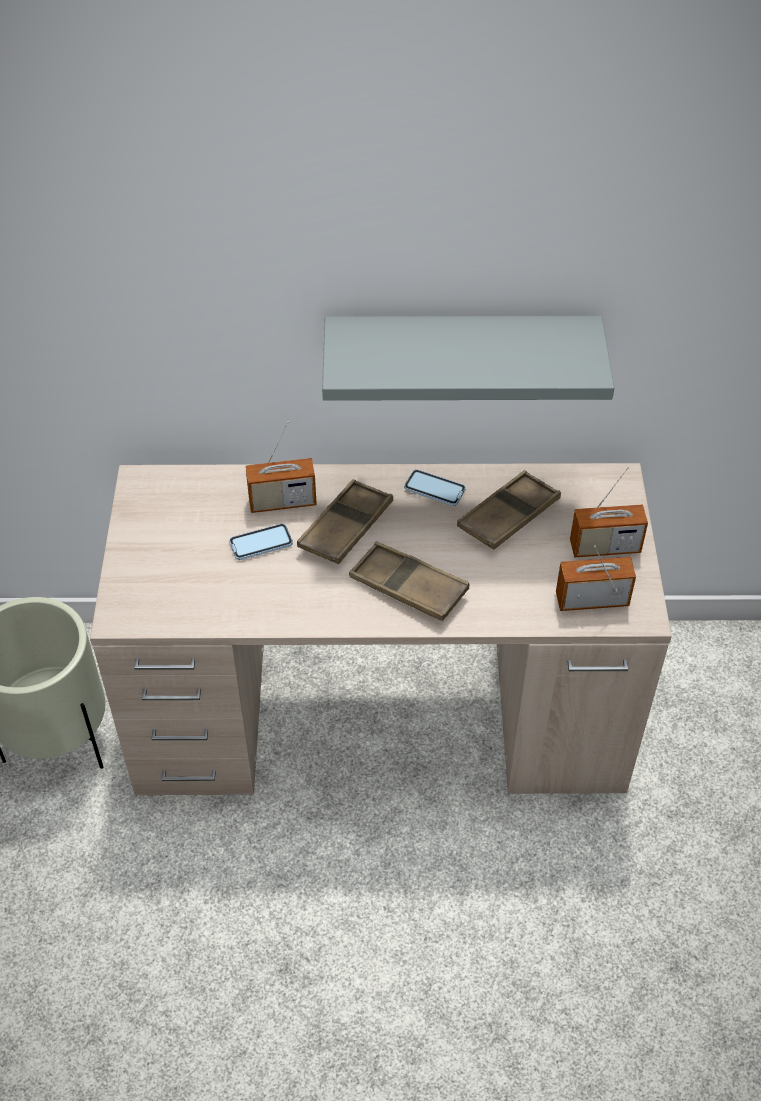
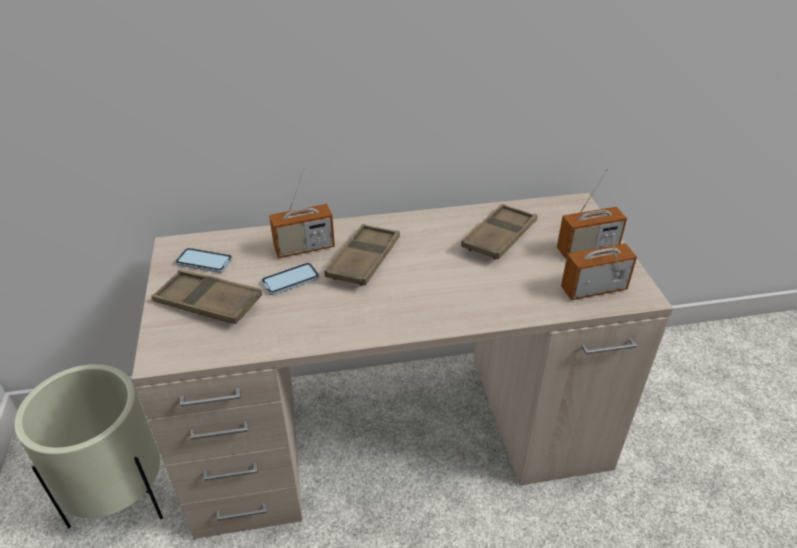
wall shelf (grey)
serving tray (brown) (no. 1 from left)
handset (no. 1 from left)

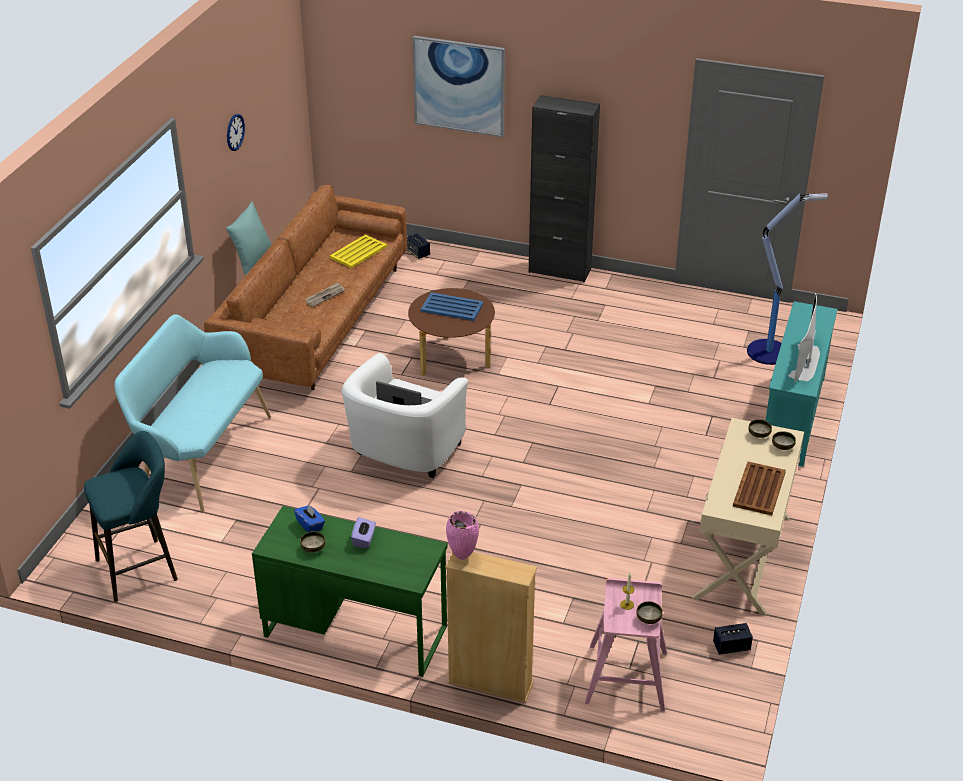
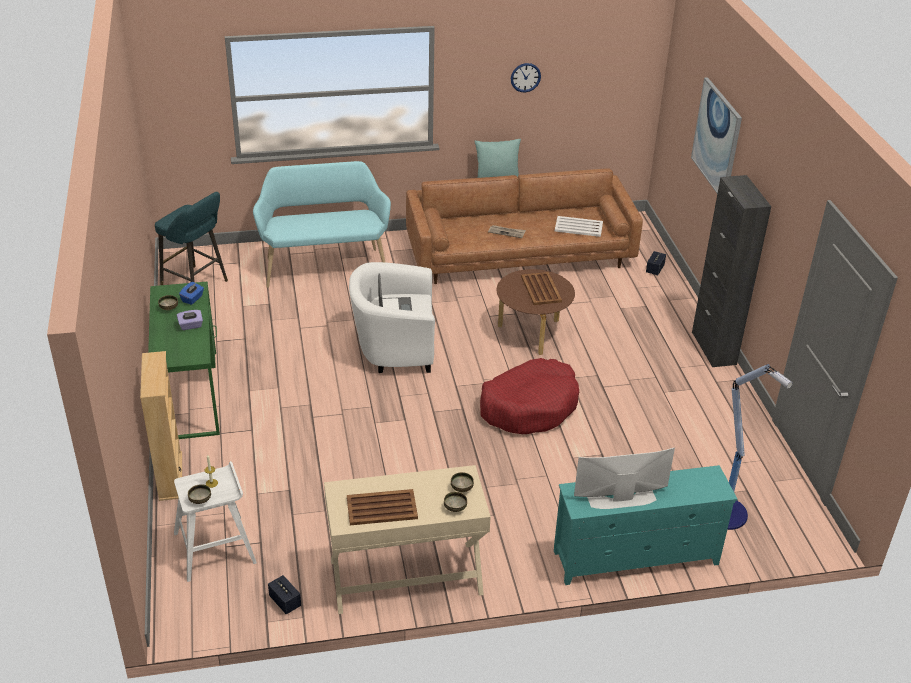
flower vase (pink-coloured)
pet bed (reddish)
serving tray (whitish)
serving tray (brown) (no. 2 from left)
stool (whitish)

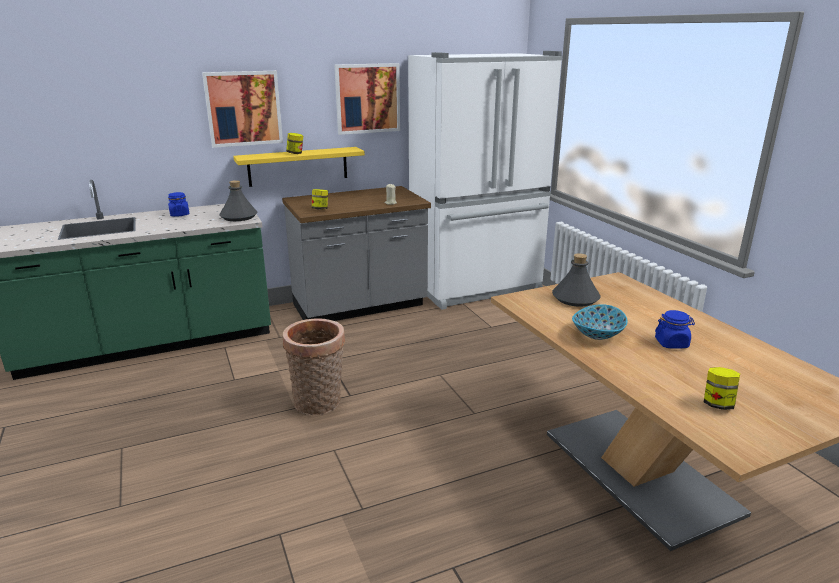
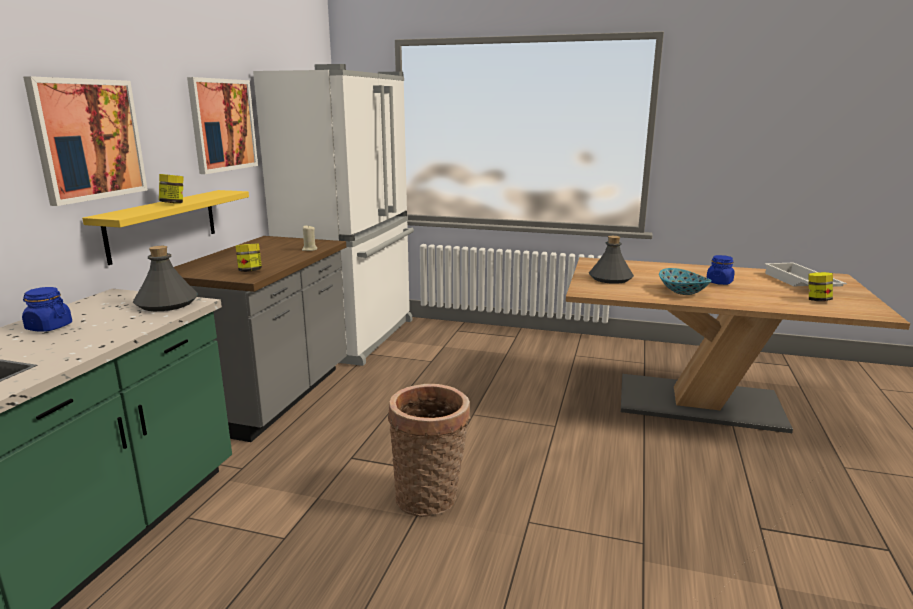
serving tray (whitish)

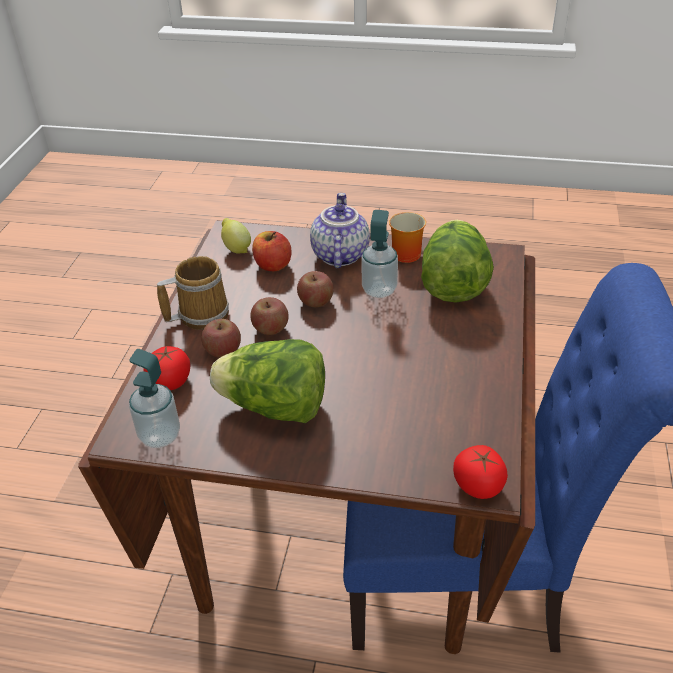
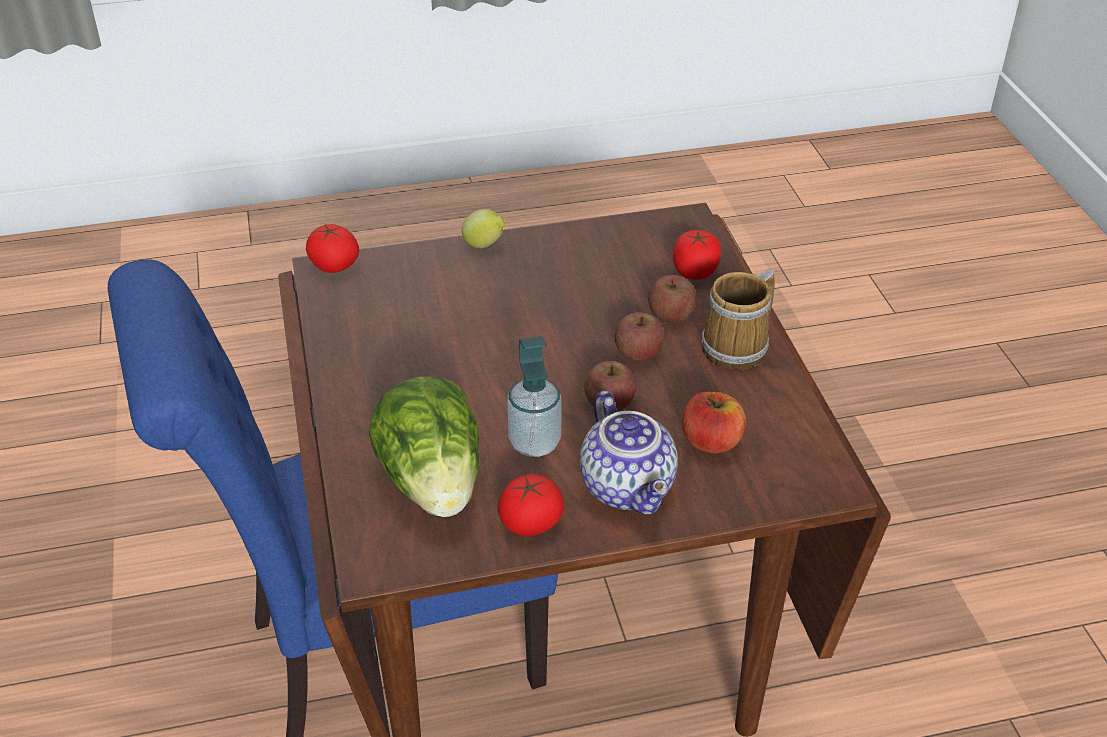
liquid soap bottle (no. 1 from left in the first image)
head of lettuce (no. 1 from left in the first image)
citrus fruit
tomato (no. 2 from left)

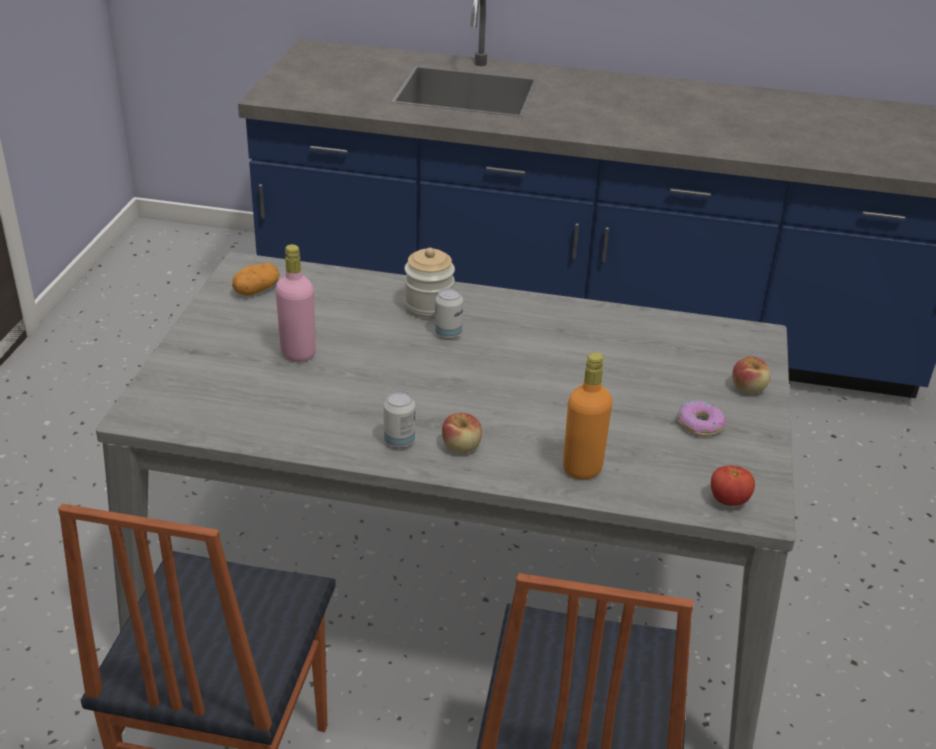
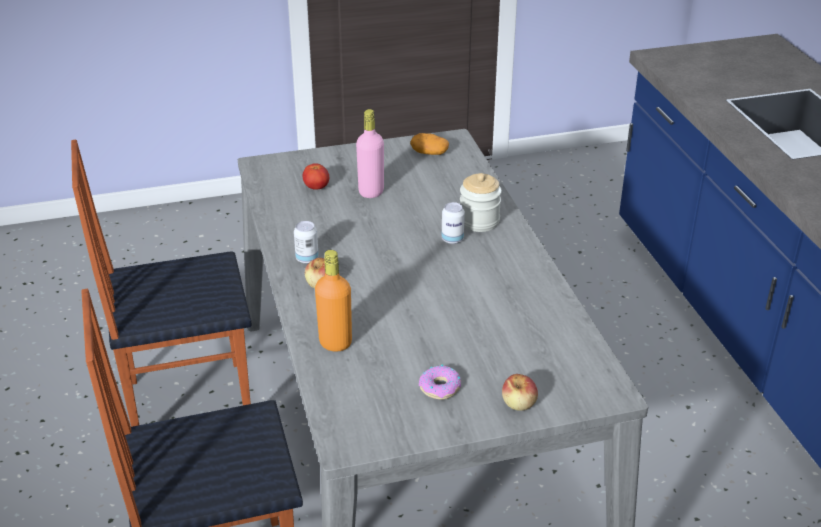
tomato

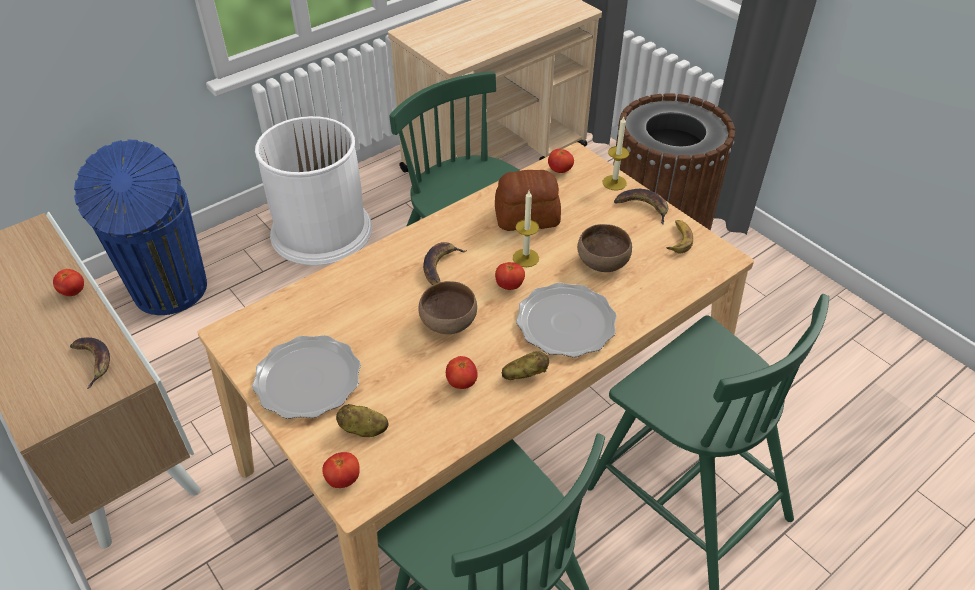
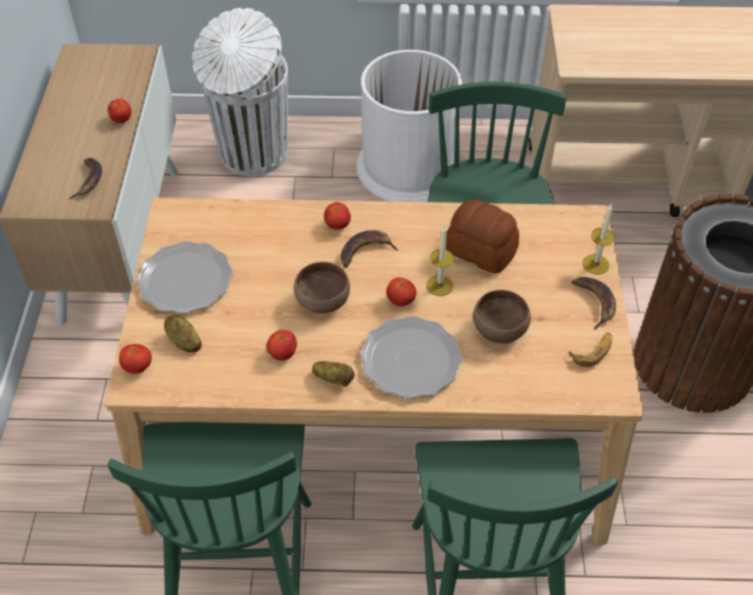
tomato (no. 4 from left)
rubbish bin (whitish) (no. 1 from left)

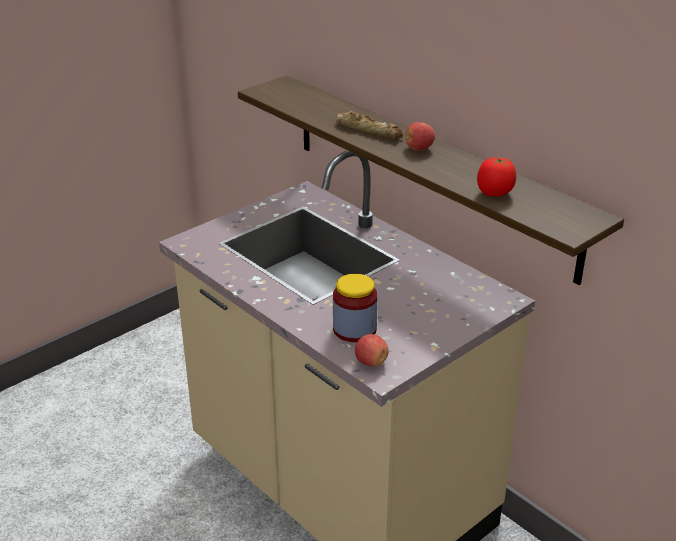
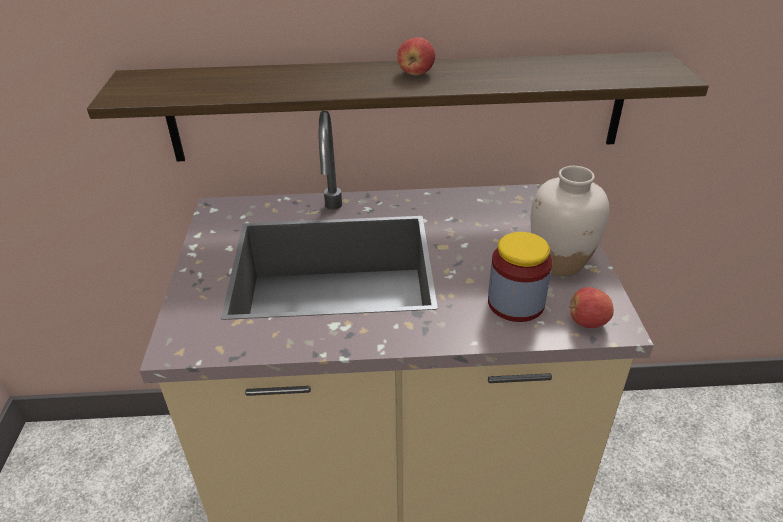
baked bread
tomato
flower vase (whitish)

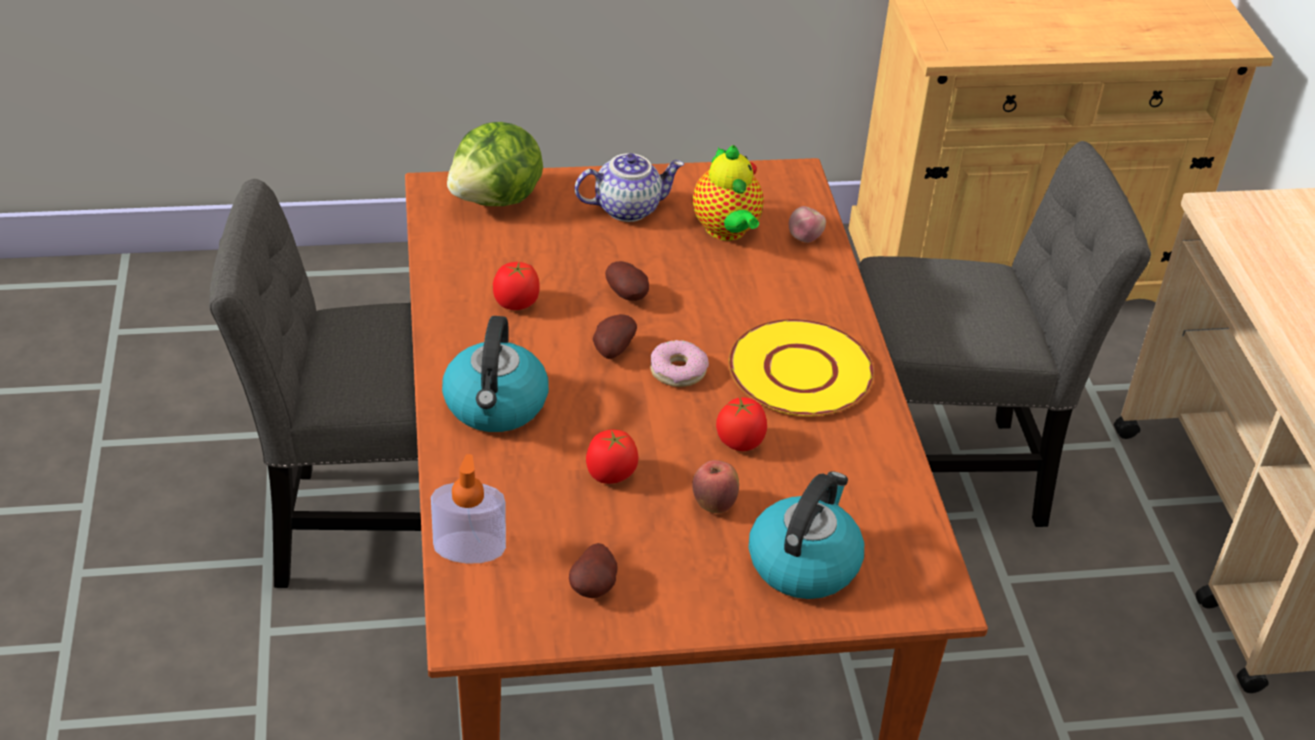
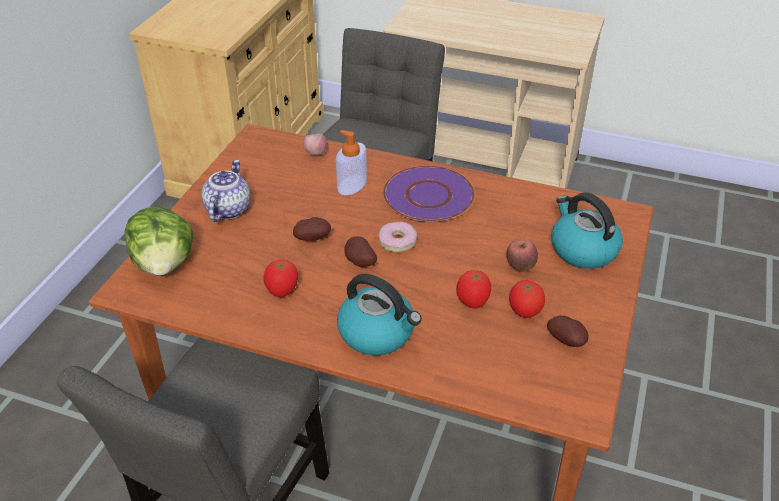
tea pot (no. 2 from left in the first image)
liquid soap bottle
tomato (no. 3 from left)
plate (purple)

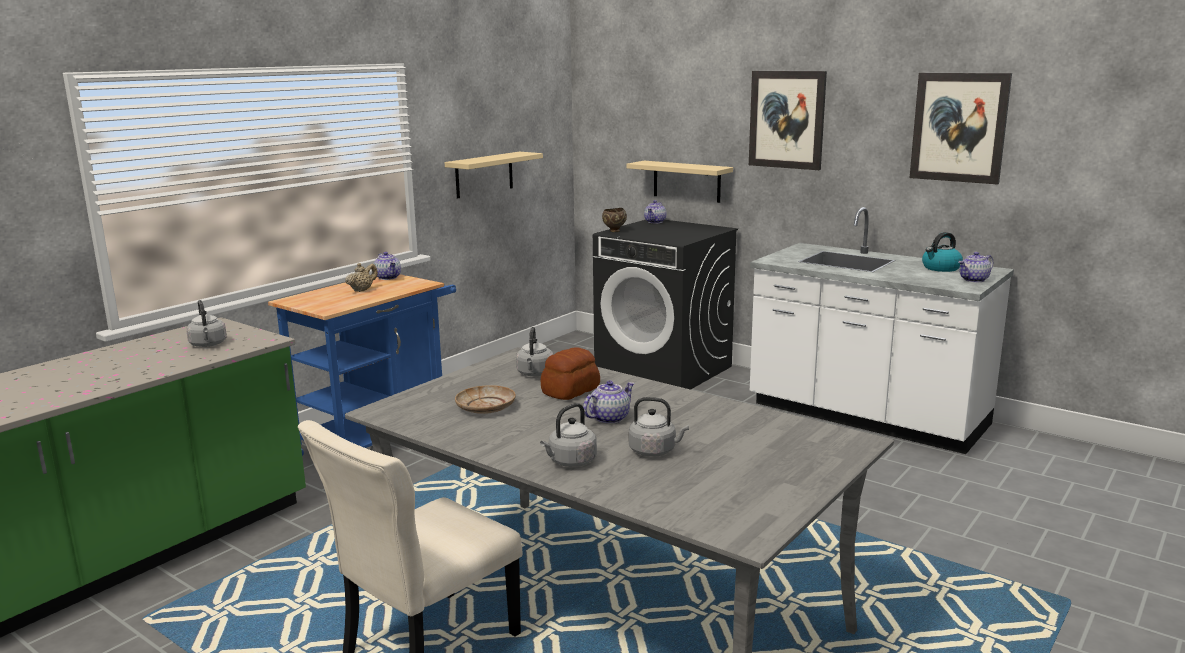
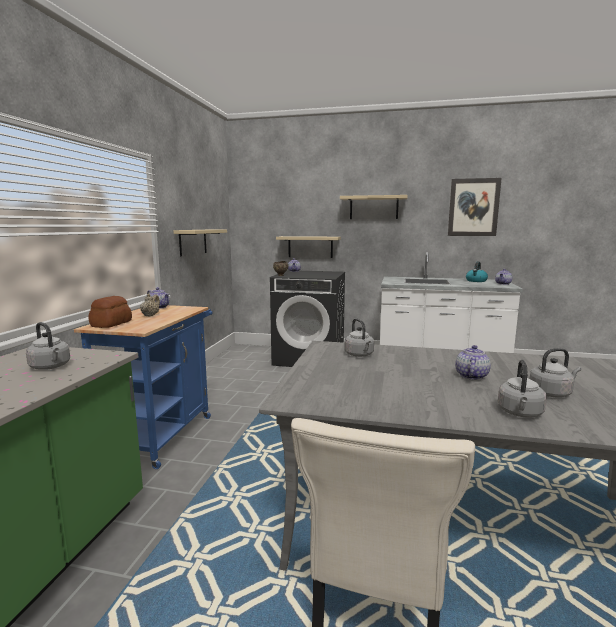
plate (beige)
baked bread
wall shelf (beige) (no. 3 from left)

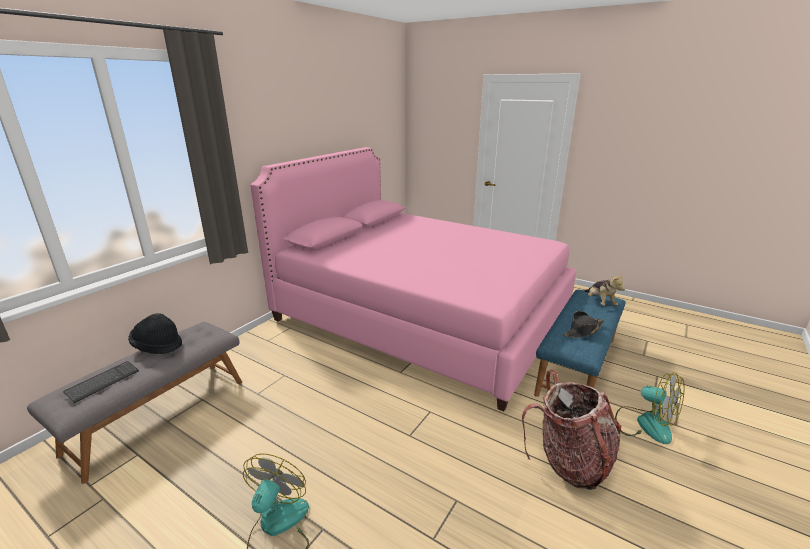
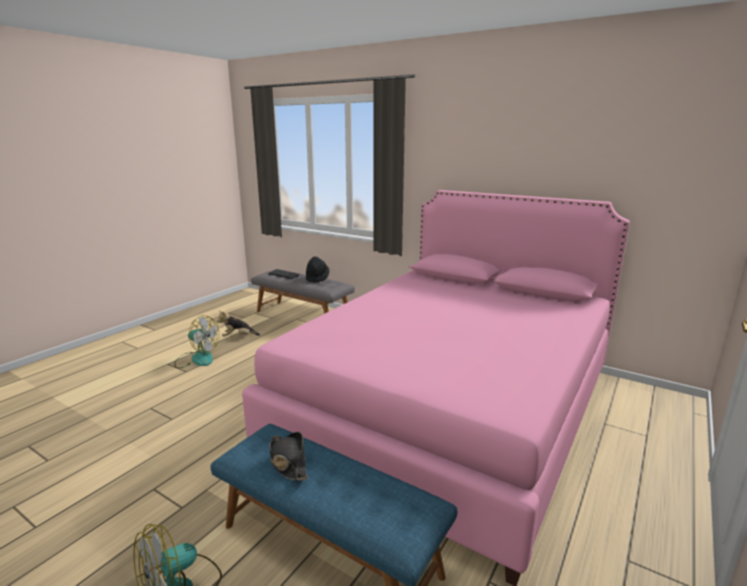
knapsack
soft toy

